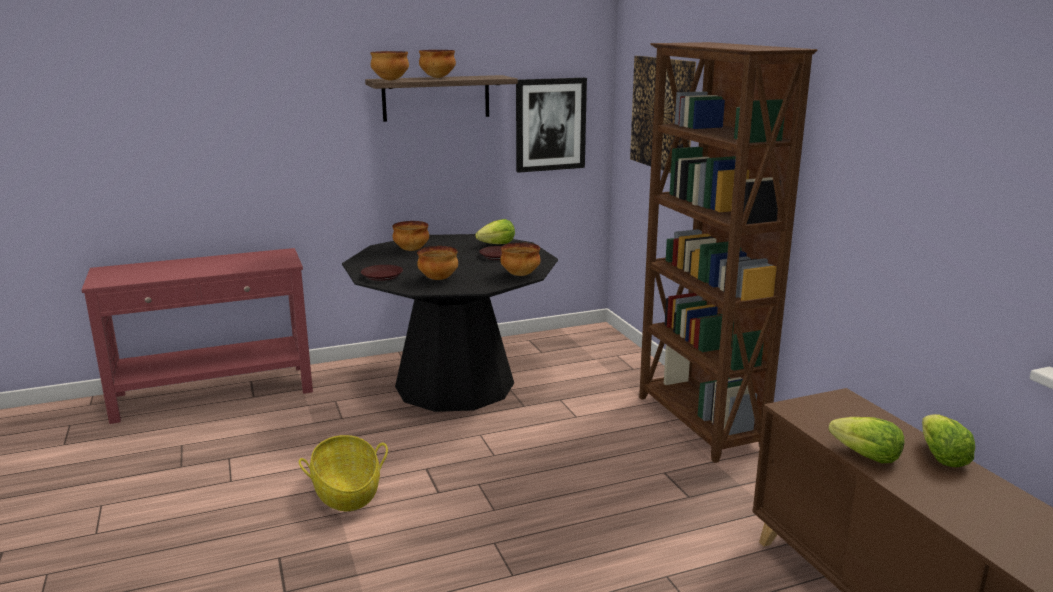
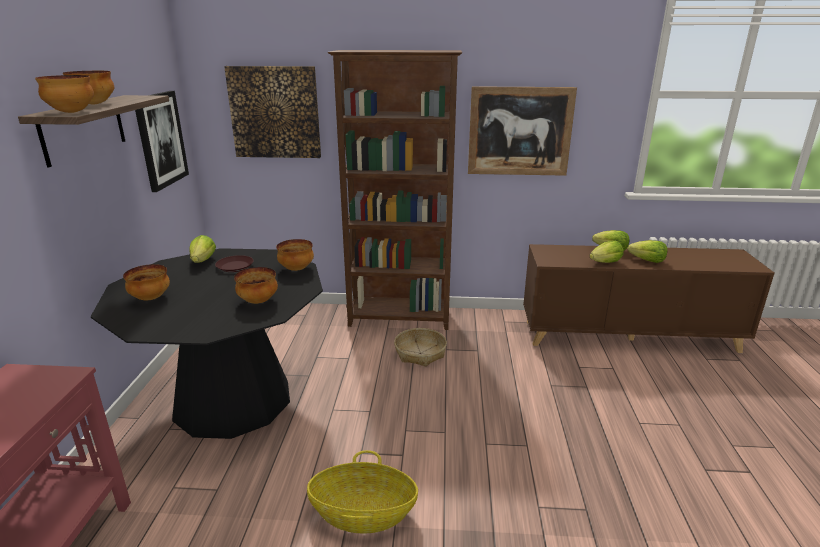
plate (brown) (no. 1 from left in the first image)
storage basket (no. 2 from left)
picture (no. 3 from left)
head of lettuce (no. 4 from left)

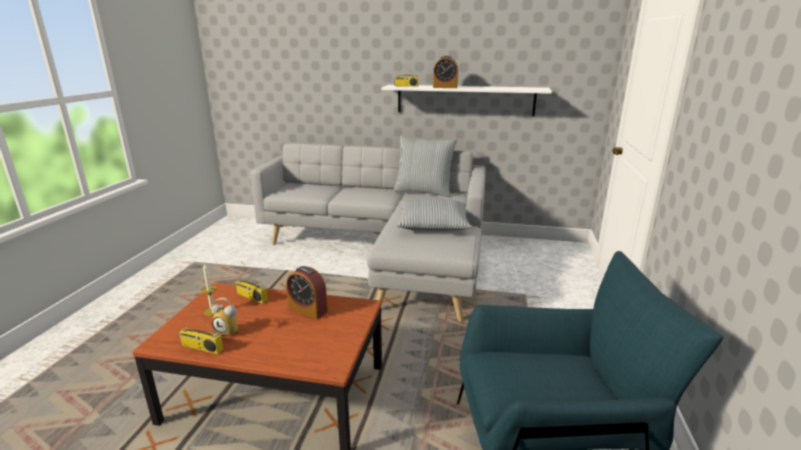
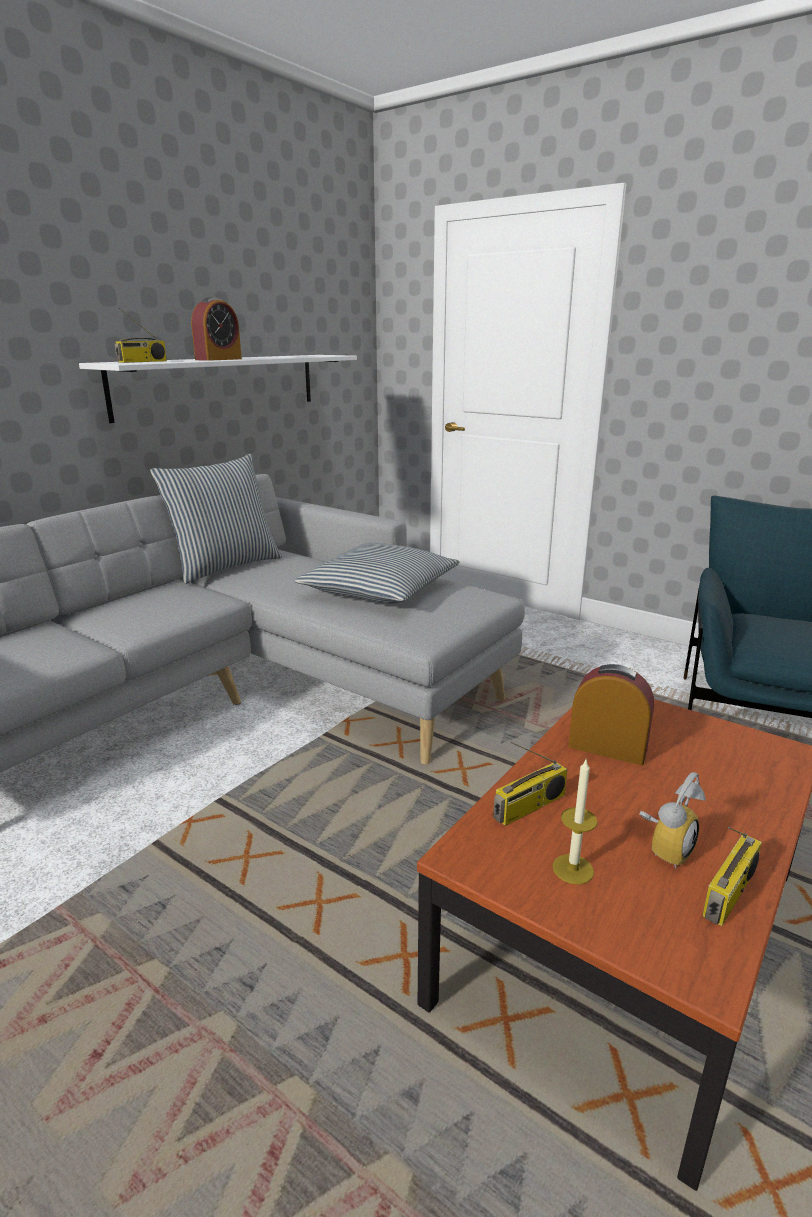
alarm clock (no. 2 from left)

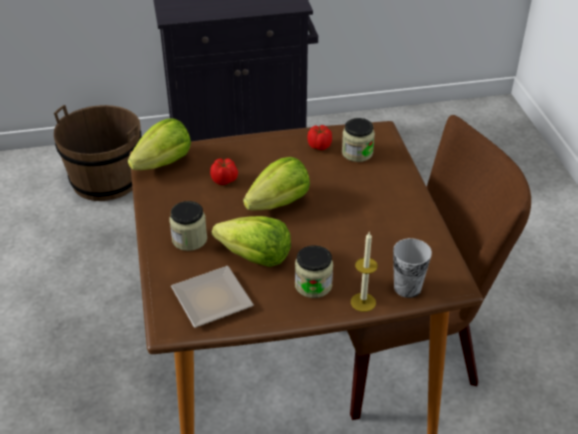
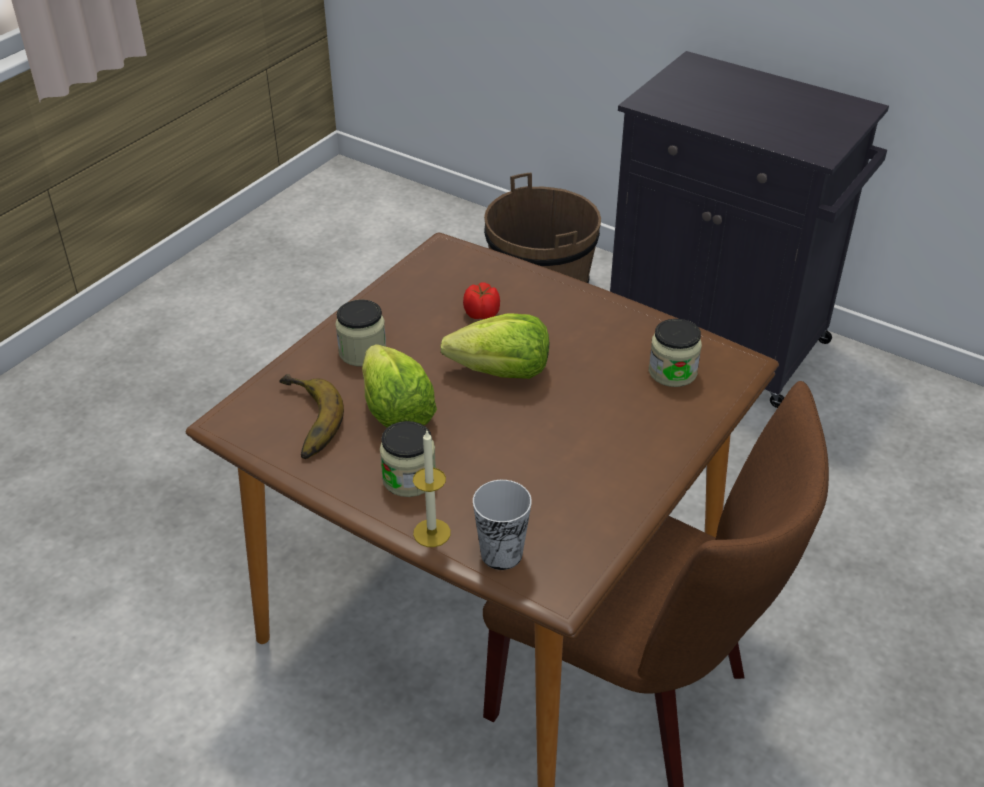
head of lettuce (no. 1 from left in the first image)
tomato (no. 2 from left in the first image)
banana fruit

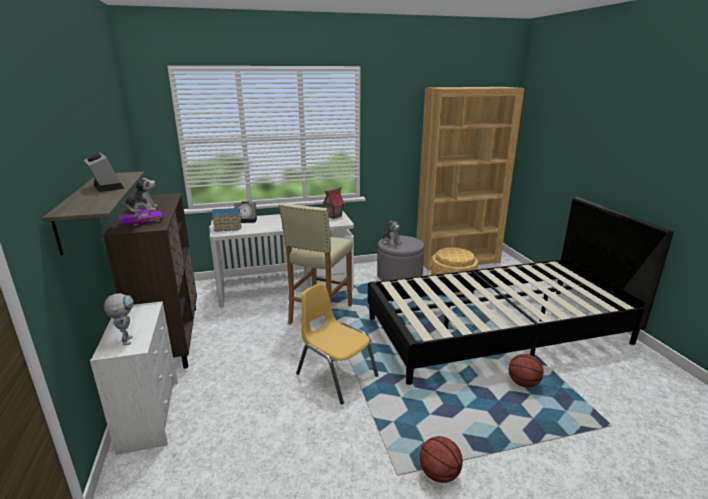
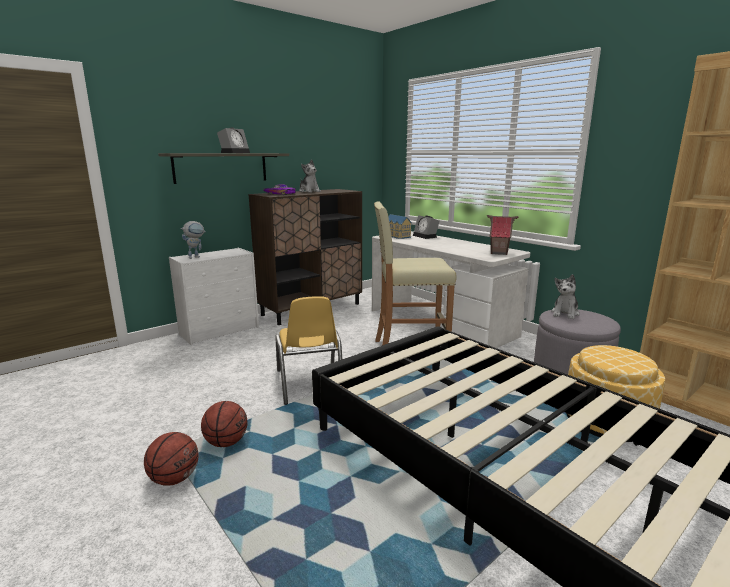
basketball (no. 2 from left)
plain chair (yellowish)

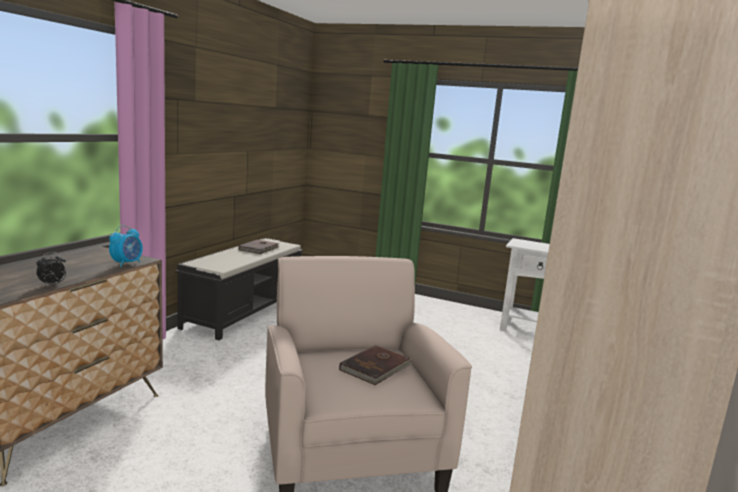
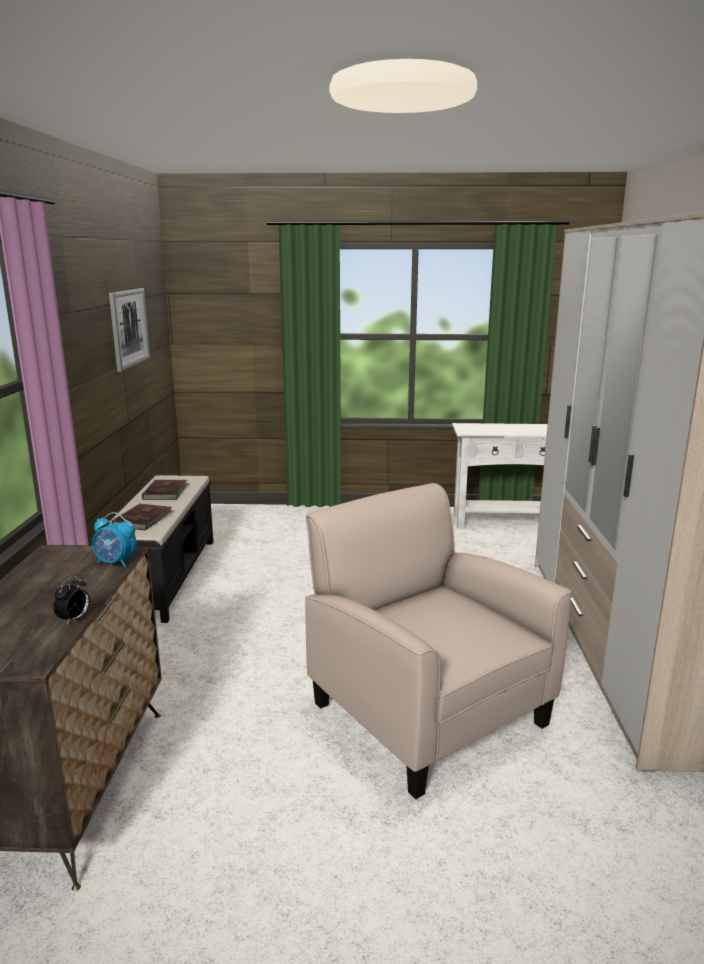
picture
volume (brown) (no. 1 from left)
alarm clock (no. 2 from left)

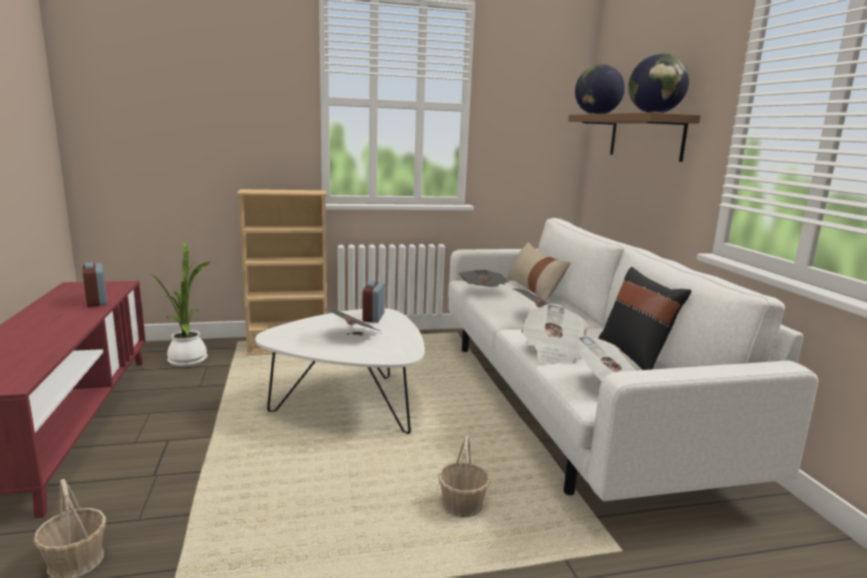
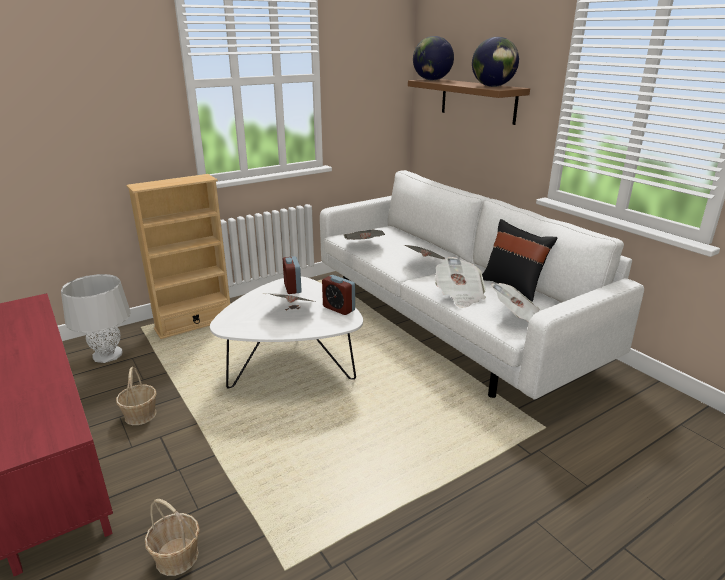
pillow (beige)
alarm clock (no. 2 from left)
storage basket (no. 1 from left)
table lamp (grey)

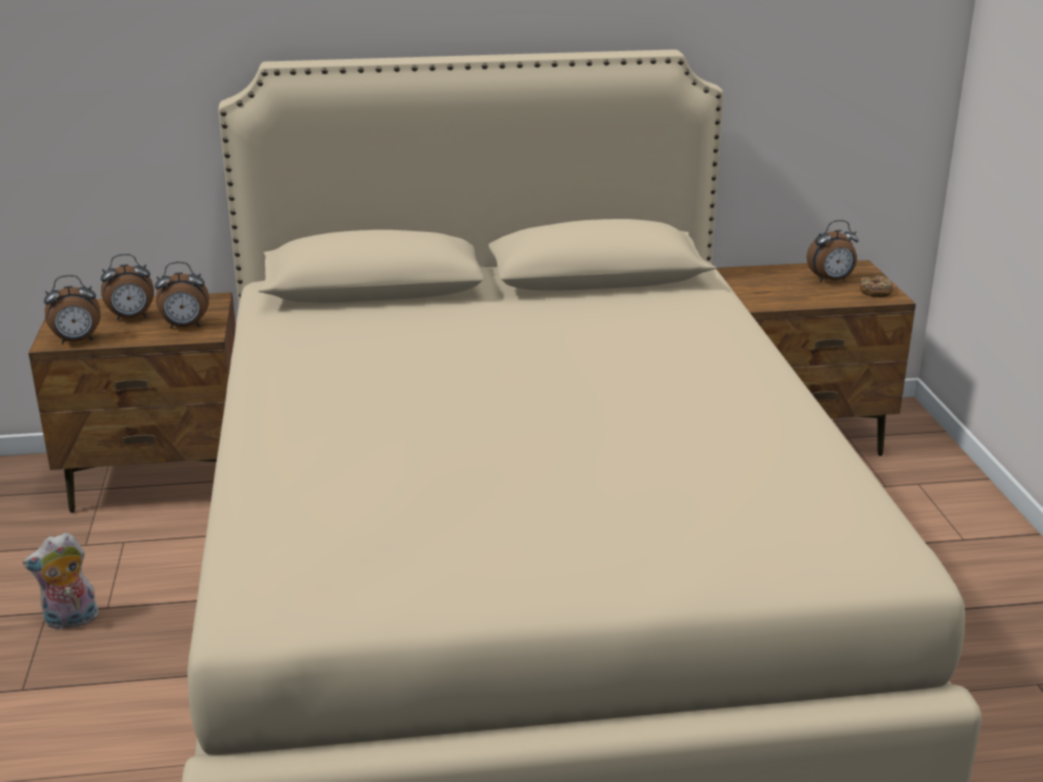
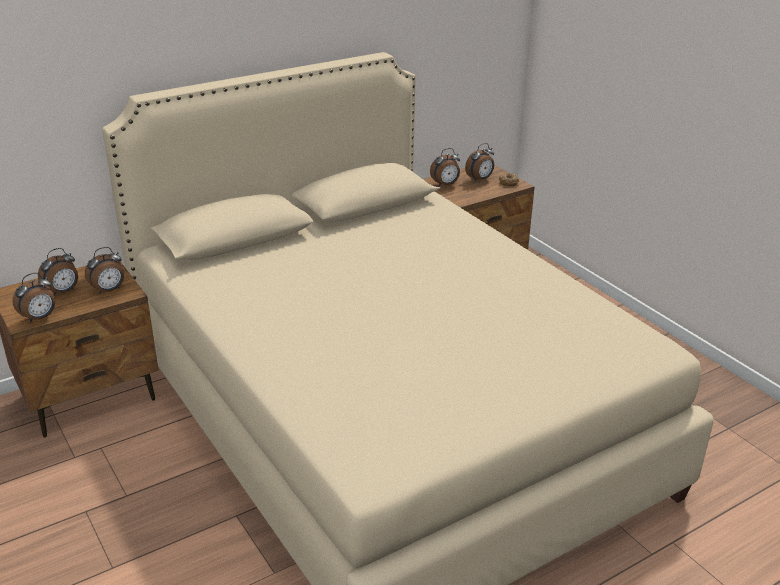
soft toy
alarm clock (no. 4 from left)

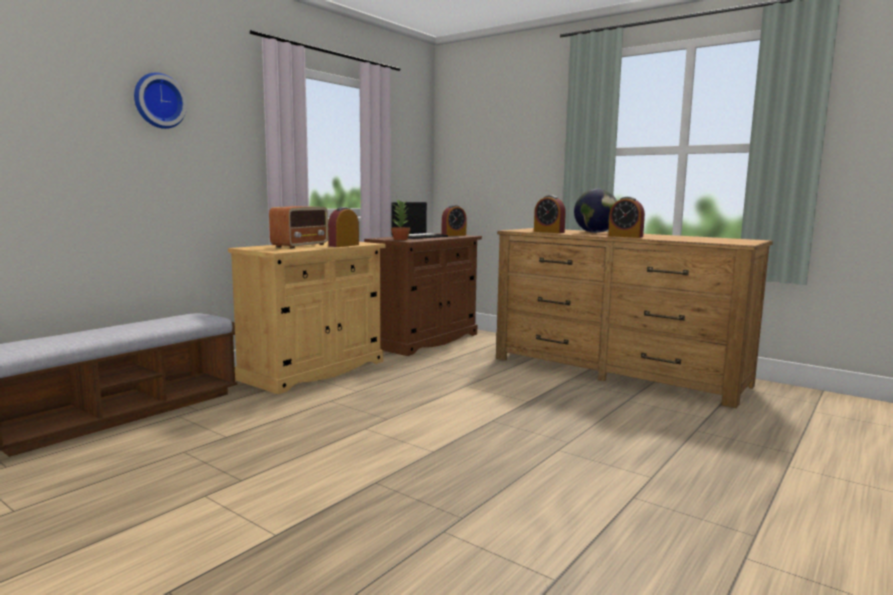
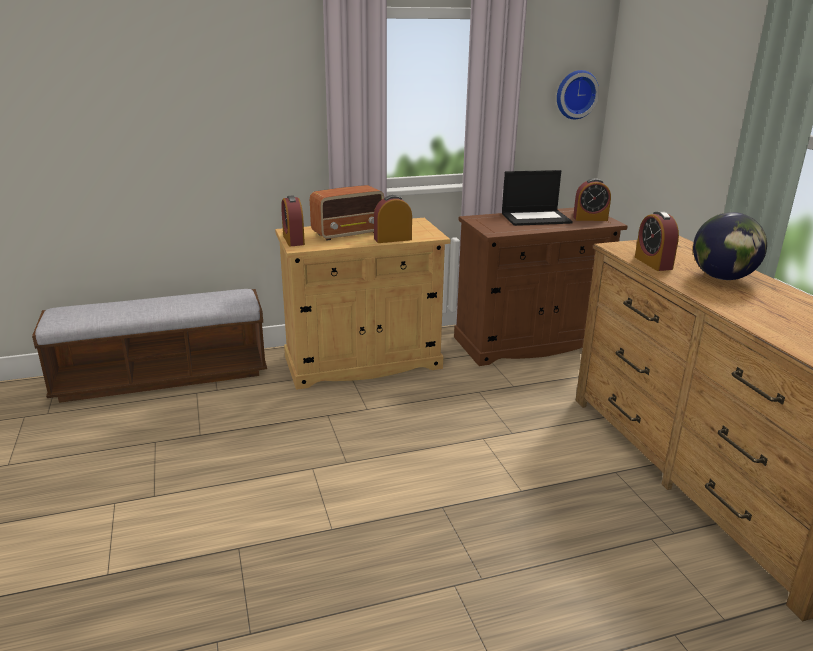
potted plant
clock on the wall
alarm clock (no. 1 from left)

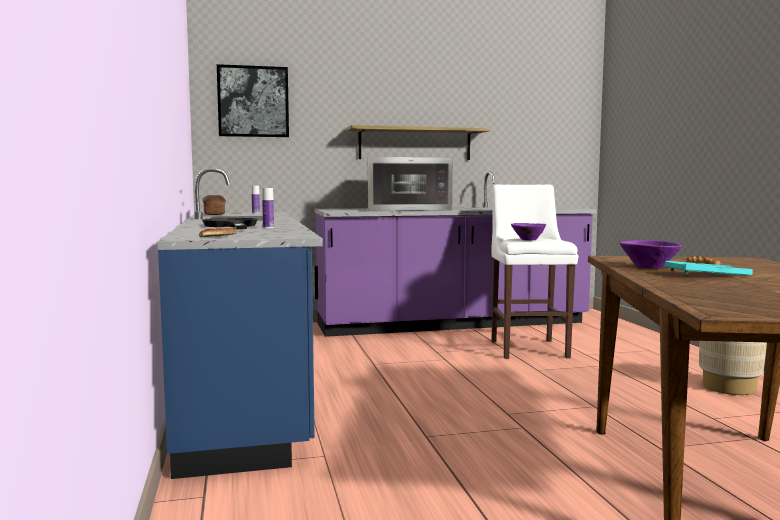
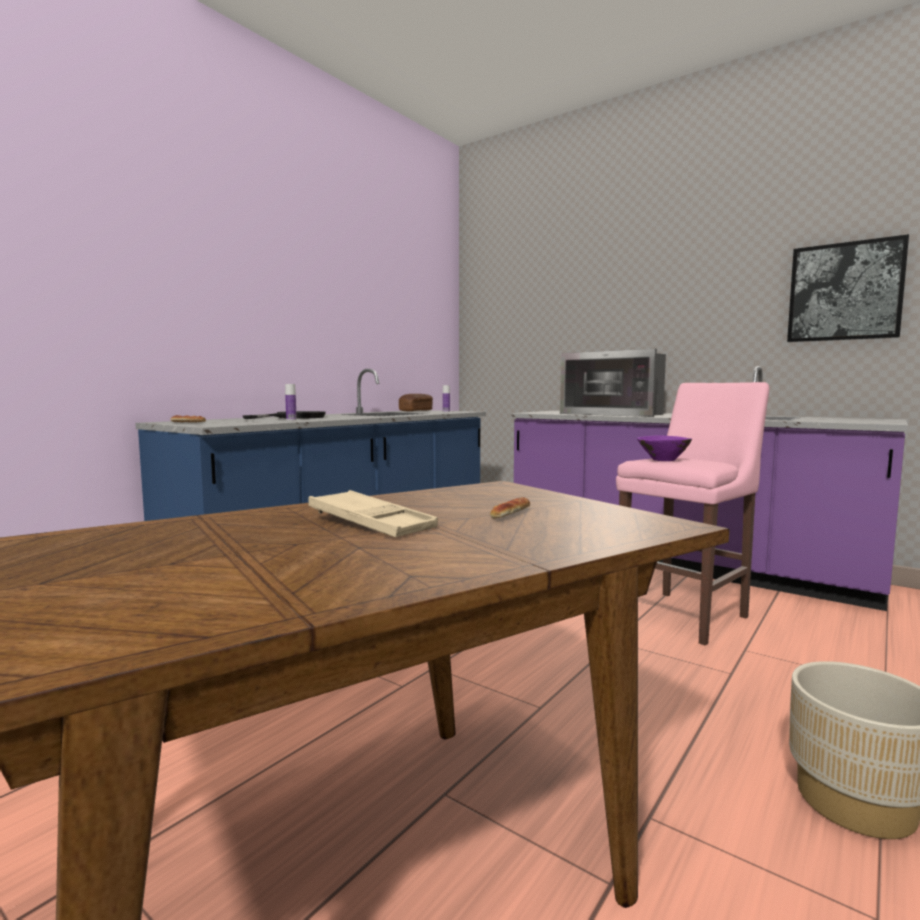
wall shelf
deep dish (purple) (no. 2 from left in the first image)
picture
stool (pink-coloured)
serving tray (beige)

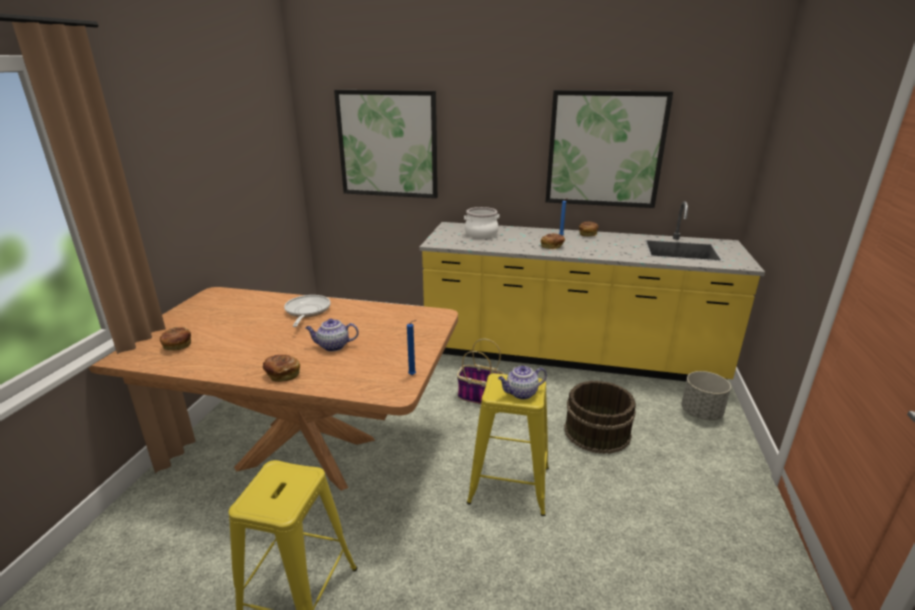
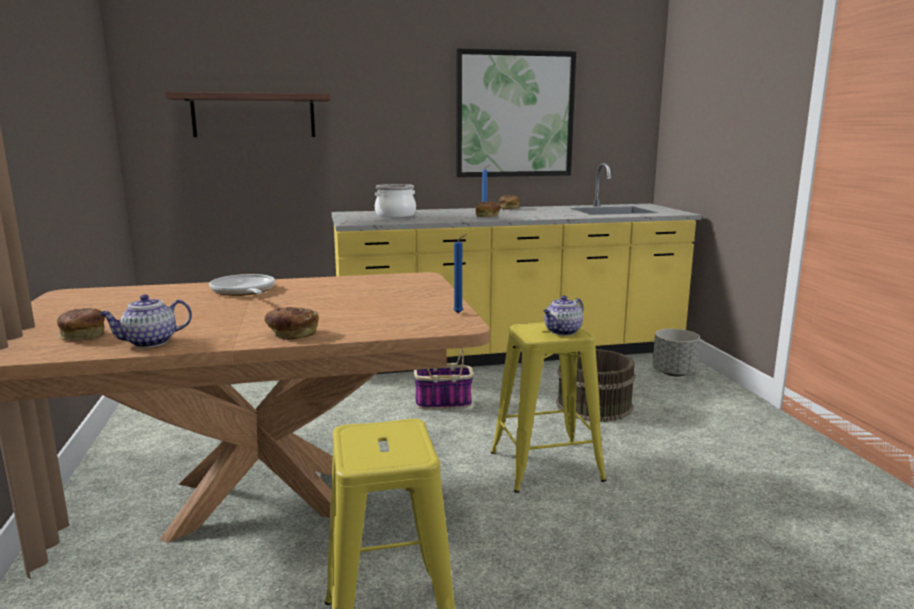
tea pot (no. 1 from left)
wall shelf

